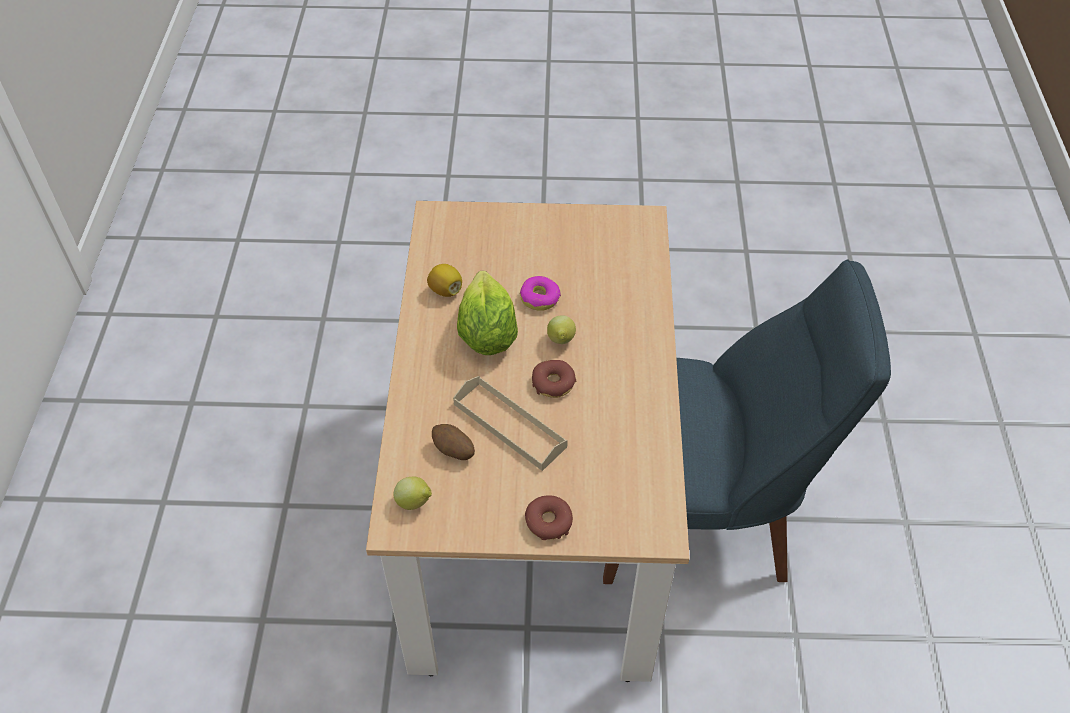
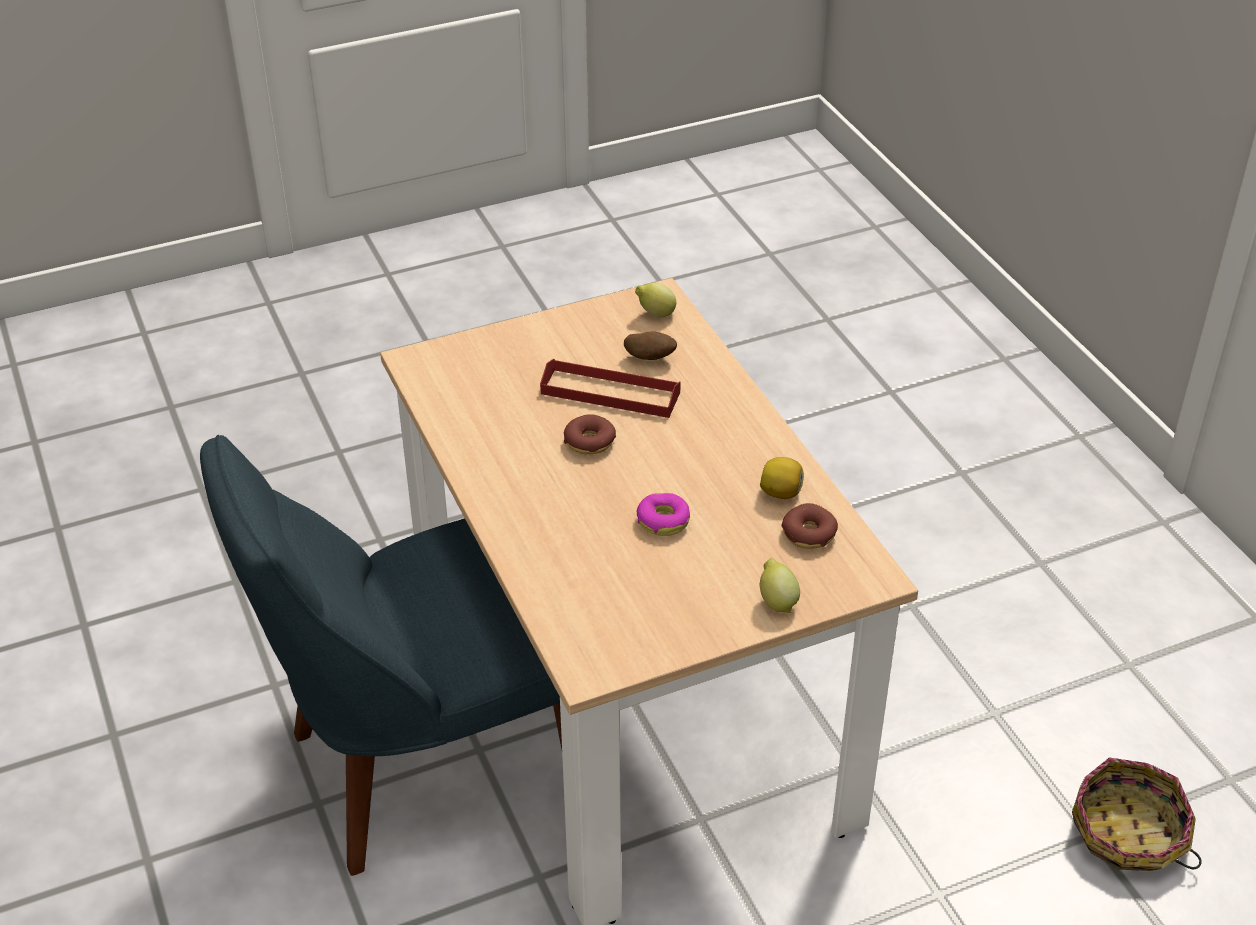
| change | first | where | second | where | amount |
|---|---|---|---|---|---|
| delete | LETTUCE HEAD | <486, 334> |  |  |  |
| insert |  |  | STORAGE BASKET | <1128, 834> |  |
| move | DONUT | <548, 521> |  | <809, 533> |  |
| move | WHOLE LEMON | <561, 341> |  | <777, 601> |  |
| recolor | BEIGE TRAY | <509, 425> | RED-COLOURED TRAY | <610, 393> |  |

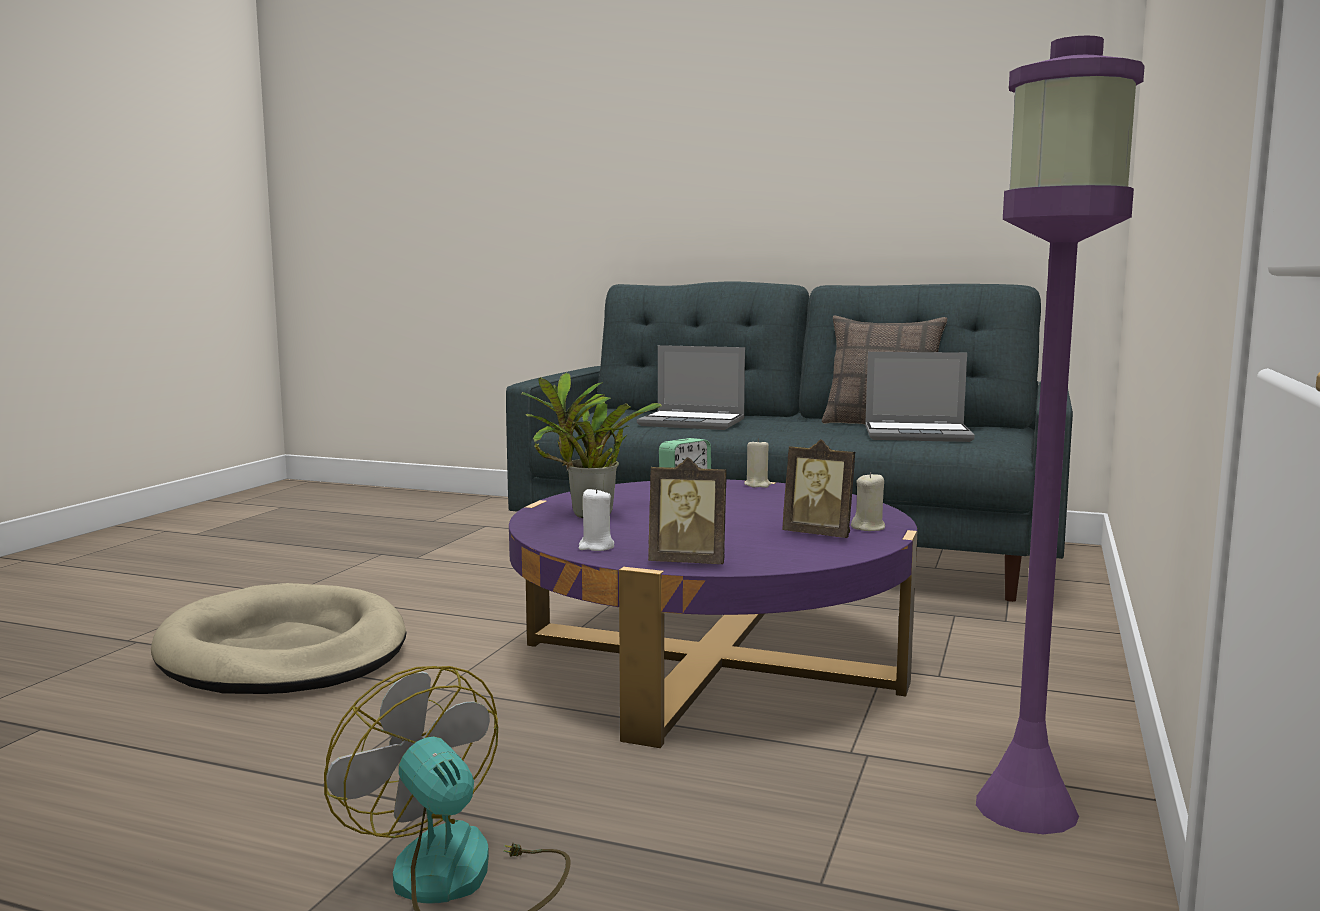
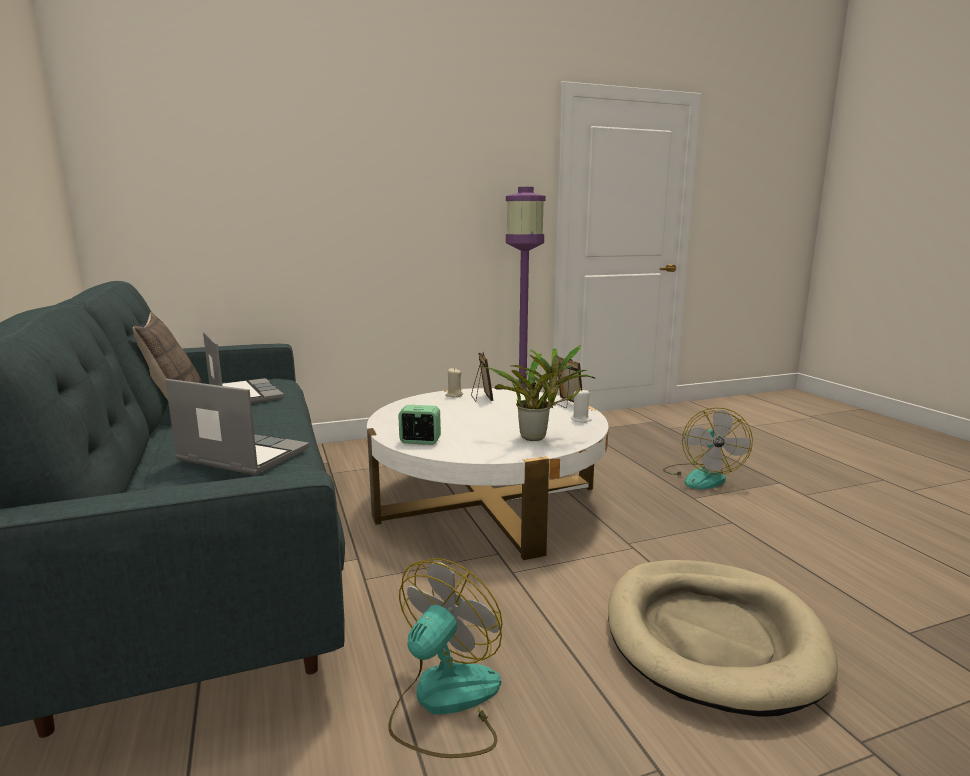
| change | first | where | second | where | amount |
|---|---|---|---|---|---|
| delete | BEIGE CANDLE | <757, 485> |  |  |  |
| insert |  |  | COOLING FAN | <445, 702> |  |
| recolor | PURPLE LOUNGE TABLE | <709, 663> | WHITISH LOUNGE TABLE | <487, 501> |  |
| rotate | LAPTOP | <693, 423> |  | <241, 455> | 45 degrees counterclockwise |

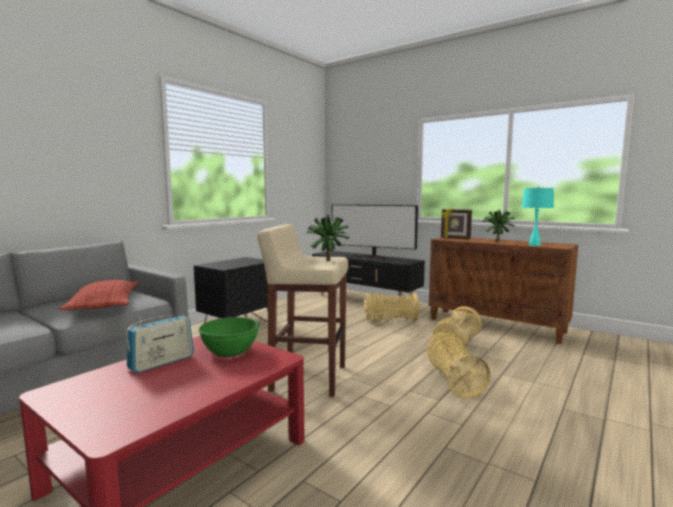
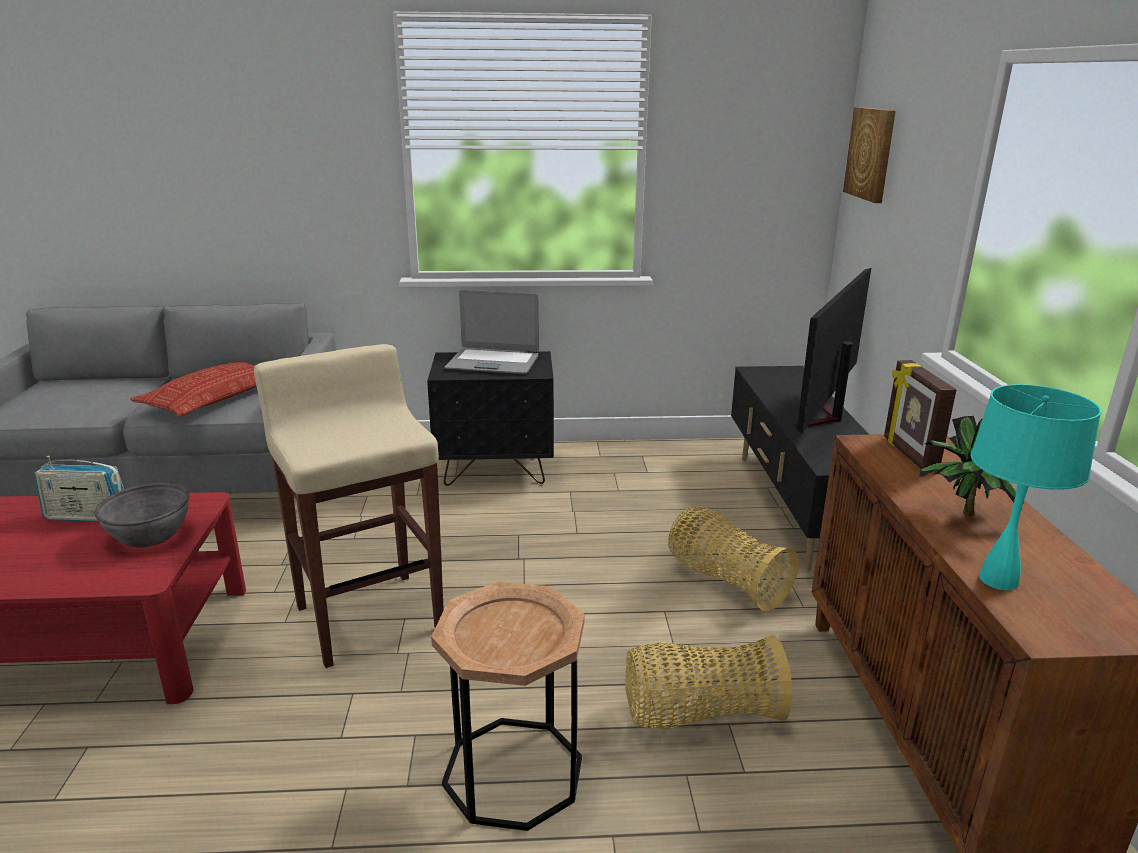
| change | first | where | second | where | amount |
|---|---|---|---|---|---|
| delete | POTTED PLANT | <328, 261> |  |  |  |
| insert |  |  | LAPTOP | <493, 362> |  |
| insert |  |  | WALL PICTURE | <871, 153> |  |
| replace | STORAGE BASKET | <453, 379> | BROWN SIDE TABLE | <513, 772> |  |
| recolor | GREEN SERVING BOWL | <230, 351> | GREY SERVING BOWL | <150, 536> |  |
| rotate | TV SET | <373, 257> |  | <823, 418> | 45 degrees clockwise |

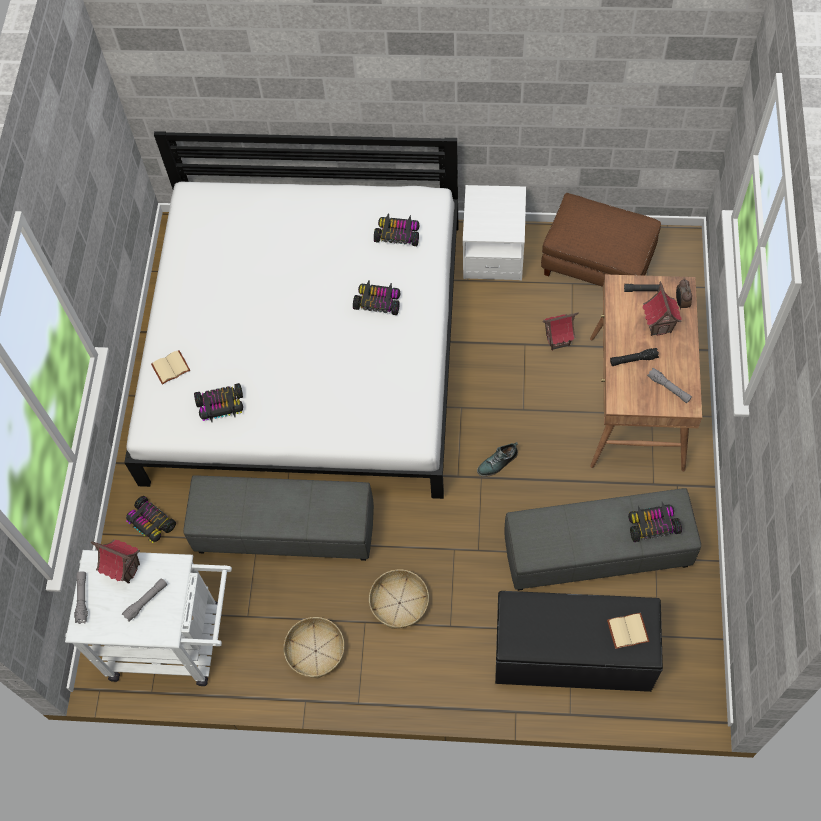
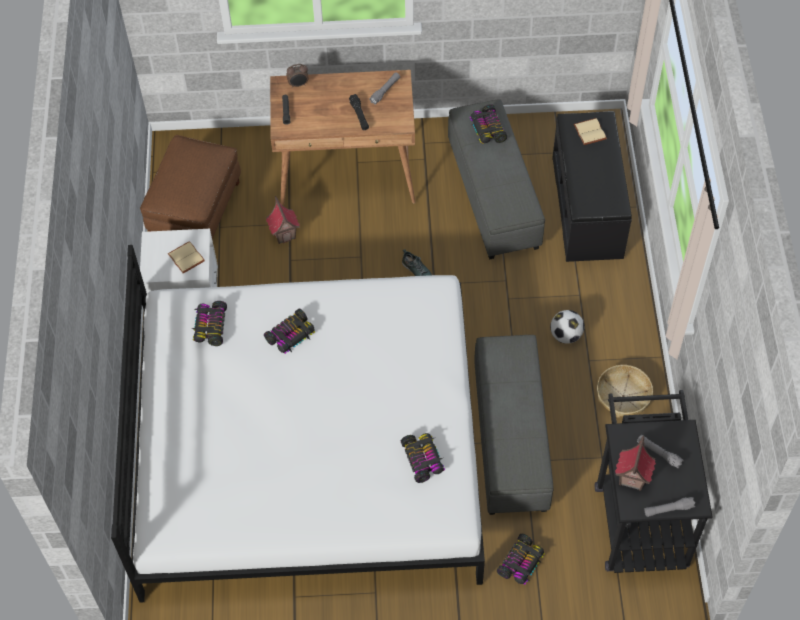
| change | first | where | second | where | amount |
|---|---|---|---|---|---|
| delete | MODEL HOUSE | <659, 325> |  |  |  |
| move | BEIGE BOUND BOOK | <170, 368> |  | <187, 258> |  |
| replace | STORAGE BASKET | <399, 603> | FOOTBALL | <565, 335> |  |
| recolor | WHITISH WHEELED CART | <176, 642> | BLACK-COLOURED WHEELED CART | <639, 515> |  |
| rotate | MINIATURE CAR | <378, 301> |  | <291, 336> | 135 degrees counterclockwise |

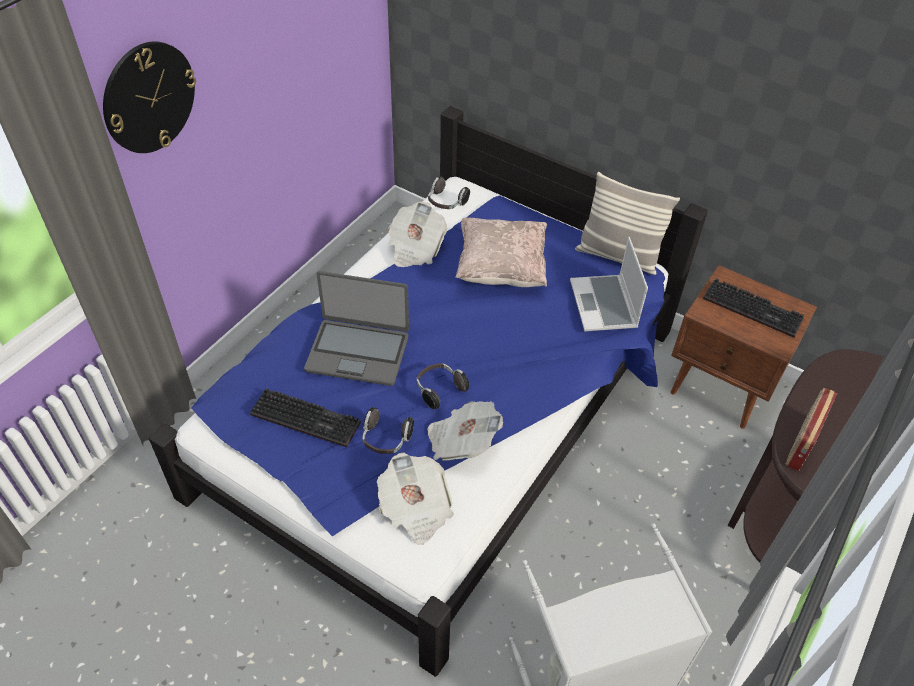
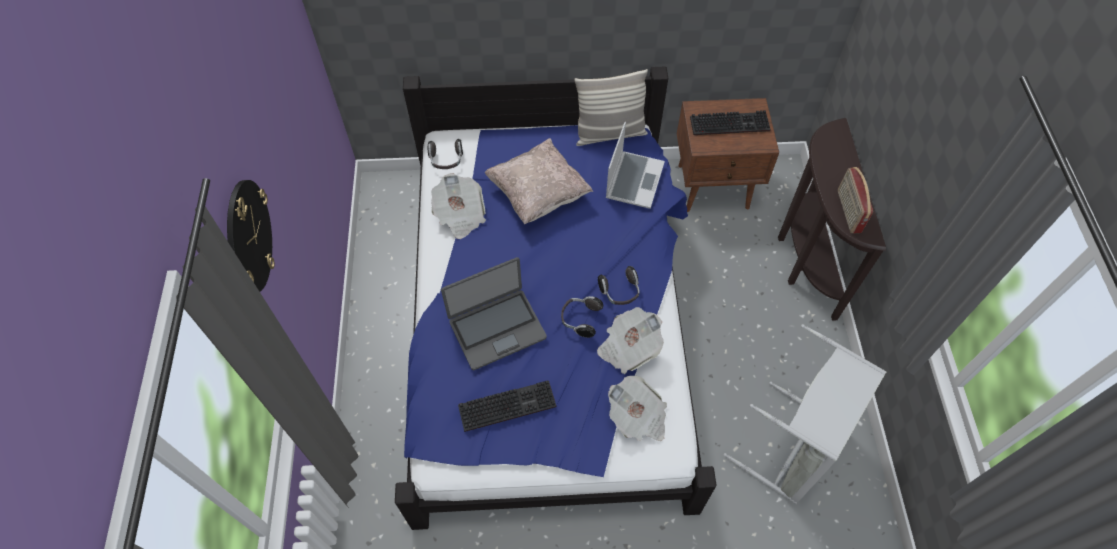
| change | first | where | second | where | amount |
|---|---|---|---|---|---|
| move | HEADPHONES | <386, 440> |  | <620, 292> |  |
| rotate | LAPTOP | <604, 305> |  | <634, 180> | 120 degrees counterclockwise |

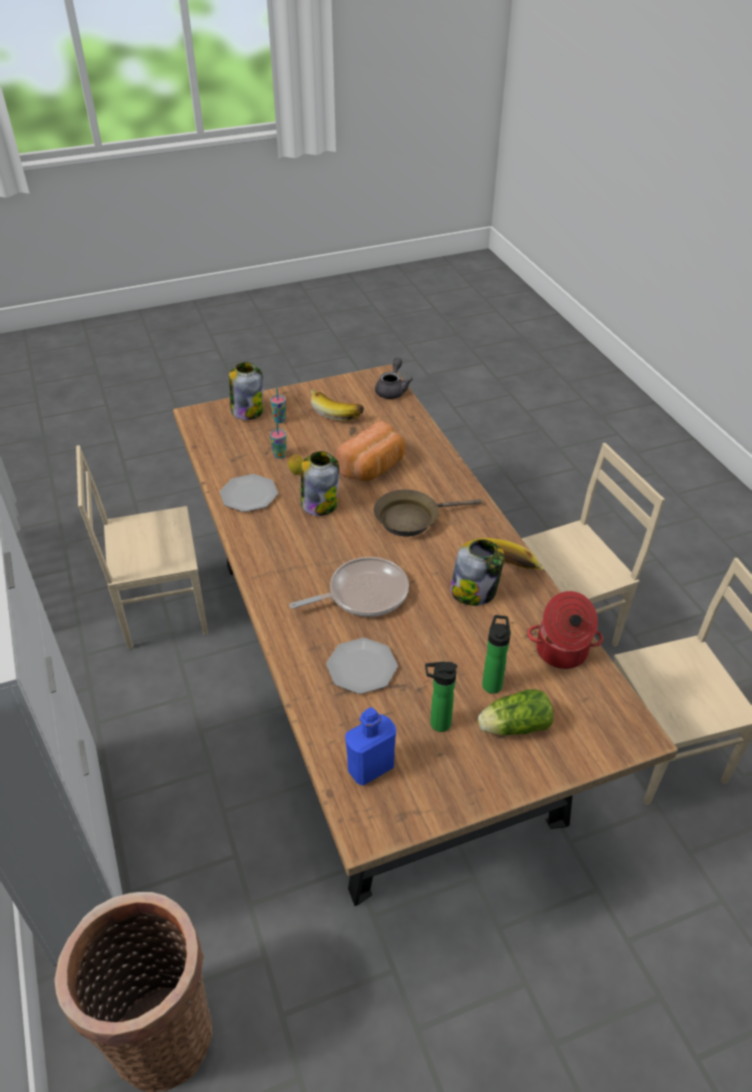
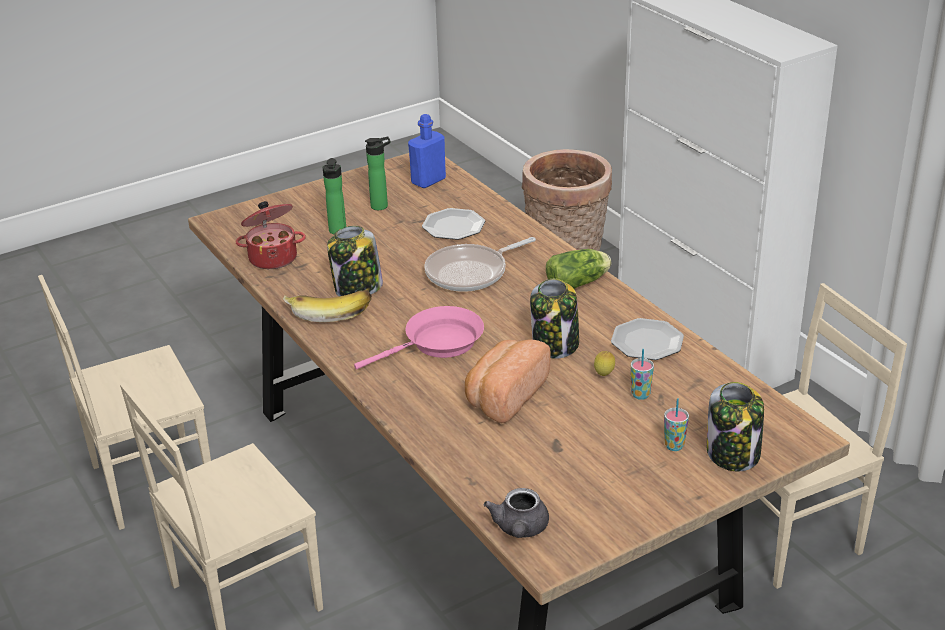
| change | first | where | second | where | amount |
|---|---|---|---|---|---|
| delete | BANANA | <337, 411> |  |  |  |
| move | LETTUCE HEAD | <512, 726> |  | <579, 283> |  |
| recolor | BROWN FRYING PAN | <411, 518> | PINK-COLOURED FRYING PAN | <438, 344> |  |

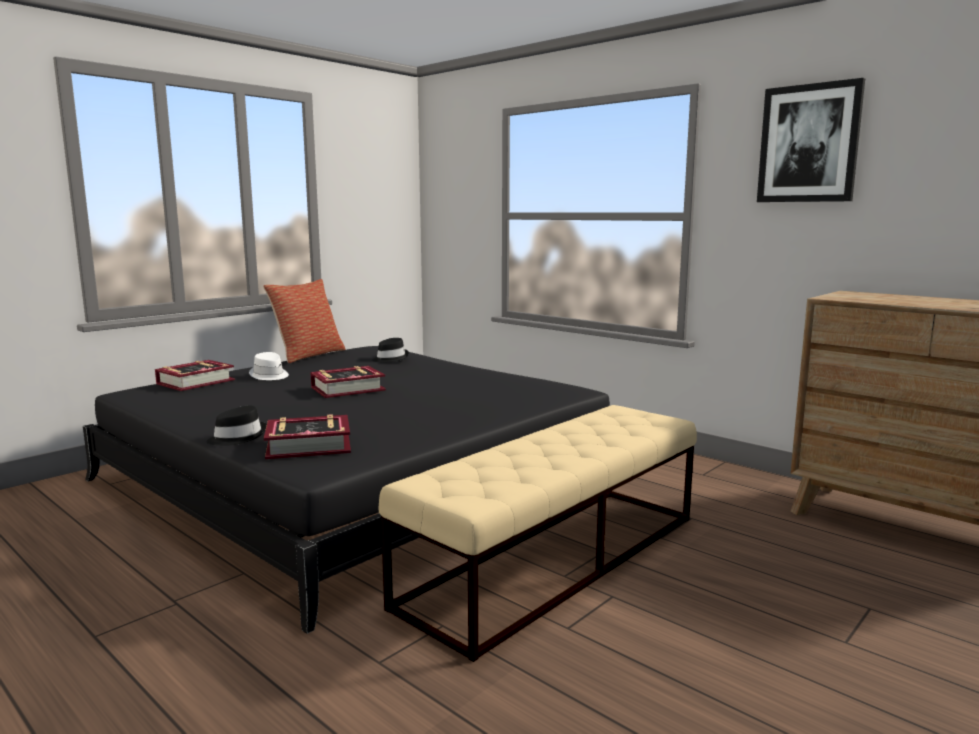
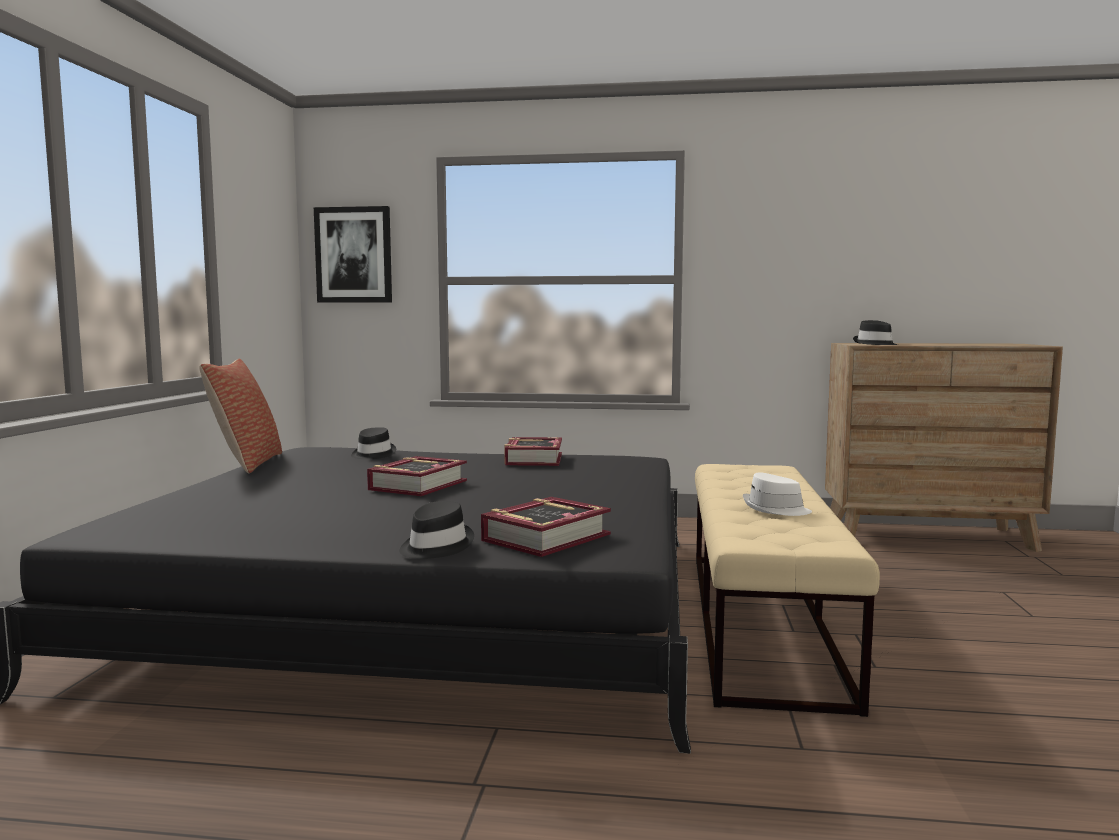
| change | first | where | second | where | amount |
|---|---|---|---|---|---|
| insert |  |  | BLACK-COLOURED CLOTHING HAT | <875, 344> |  |
| move | BOUND BOOK | <195, 382> |  | <533, 459> |  |
| move | WHITISH CLOTHING HAT | <269, 375> |  | <775, 509> |  |
| move | WALL PICTURE | <809, 144> |  | <354, 255> |  |

